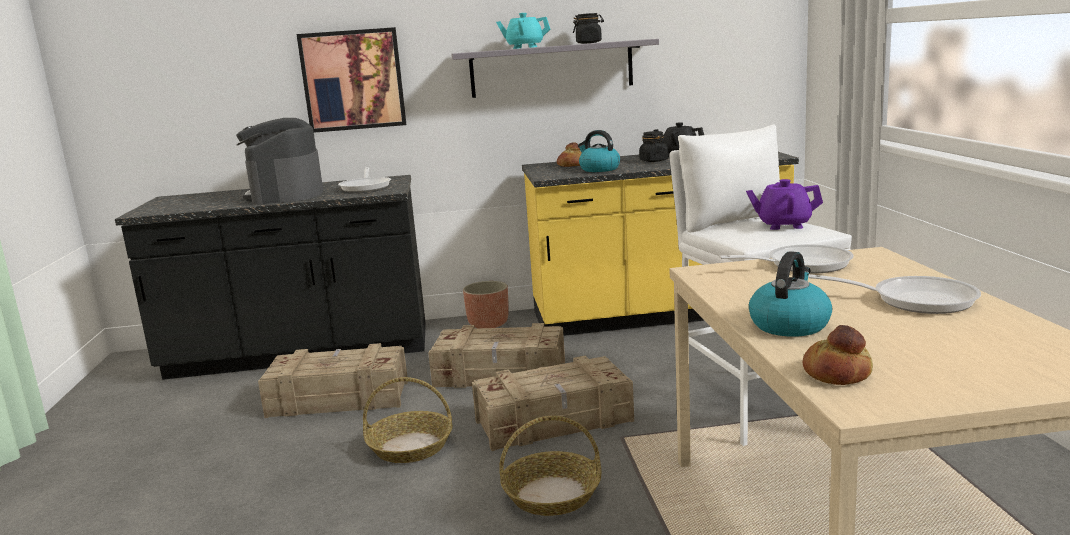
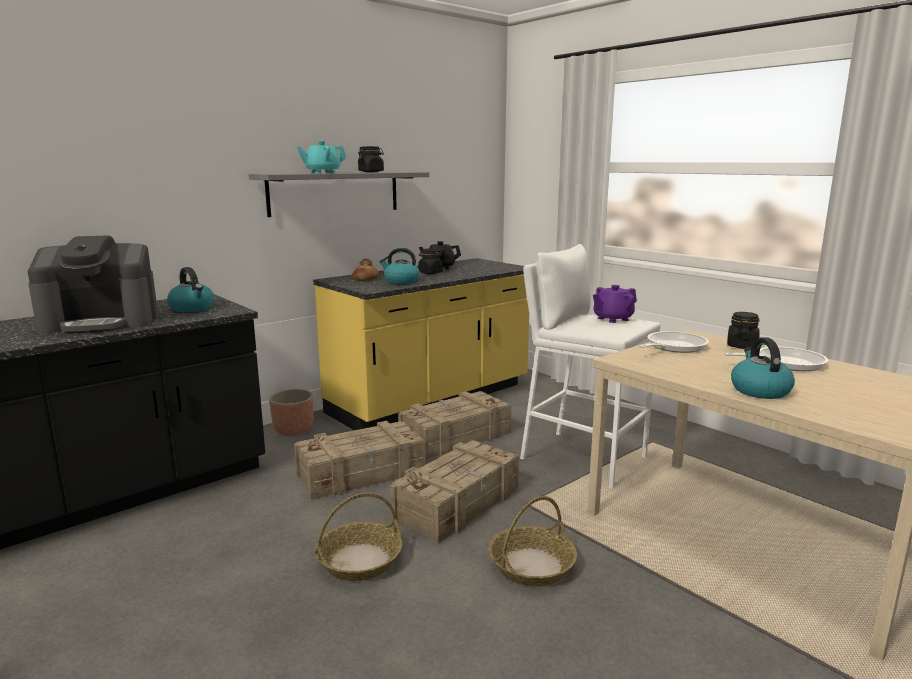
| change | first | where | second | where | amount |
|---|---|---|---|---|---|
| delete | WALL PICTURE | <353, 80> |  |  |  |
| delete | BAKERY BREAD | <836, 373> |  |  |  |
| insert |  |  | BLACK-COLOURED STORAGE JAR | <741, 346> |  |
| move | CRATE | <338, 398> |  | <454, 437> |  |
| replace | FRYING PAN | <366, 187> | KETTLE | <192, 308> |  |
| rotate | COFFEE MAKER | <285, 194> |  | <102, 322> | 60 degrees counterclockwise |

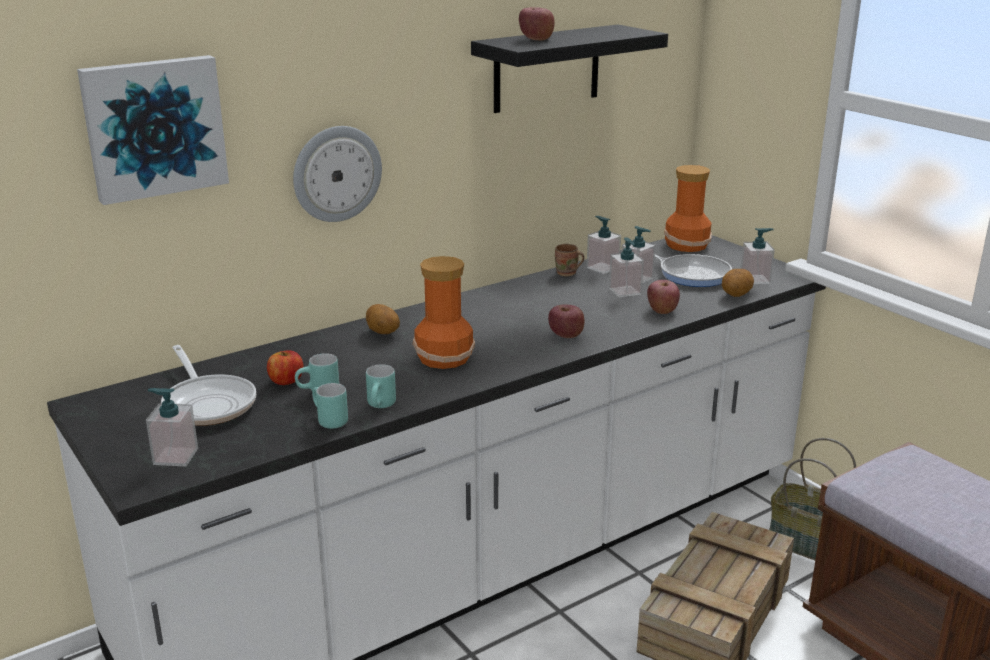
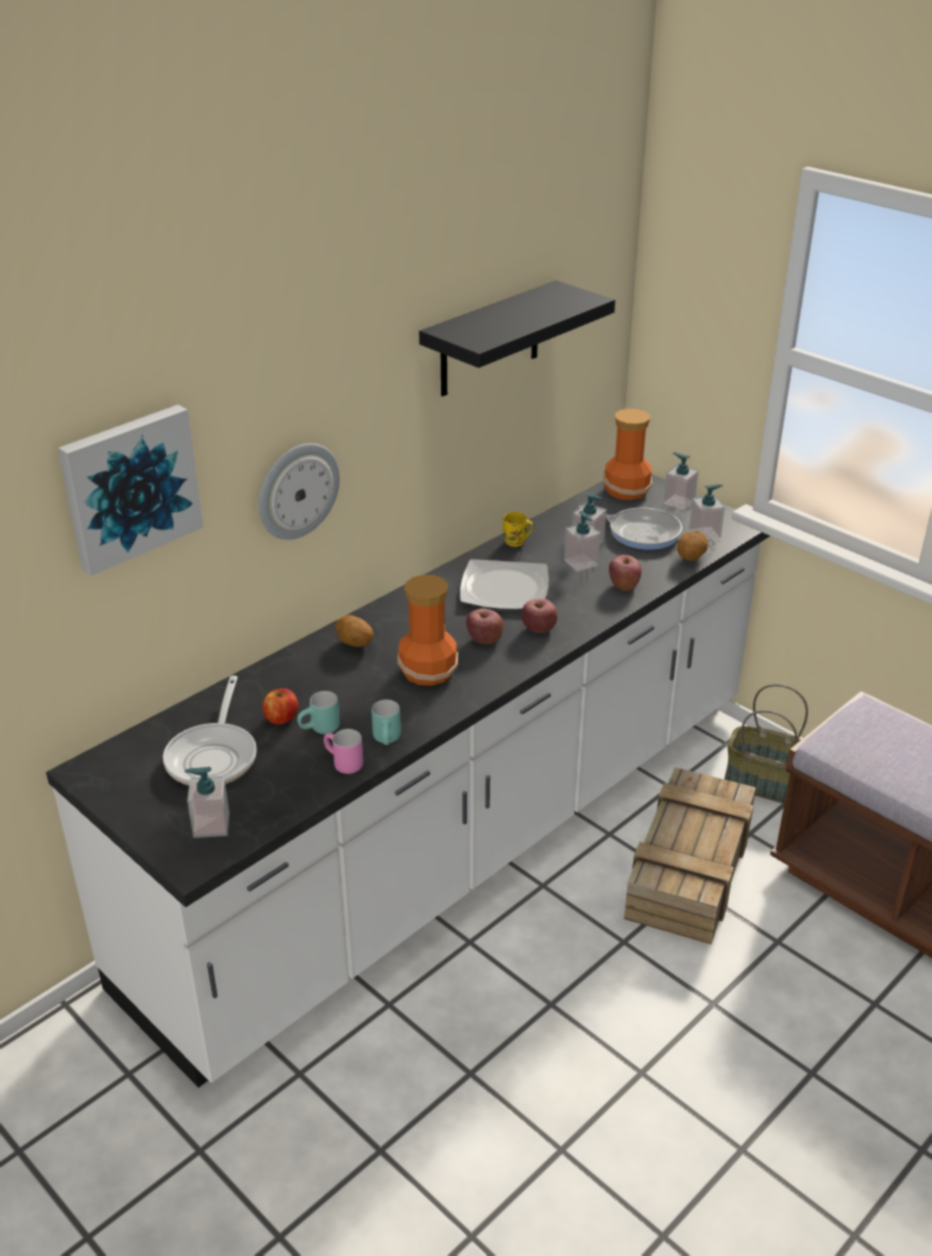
| change | first | where | second | where | amount |
|---|---|---|---|---|---|
| insert |  |  | PLATE | <503, 588> |  |
| move | APPLE | <536, 39> |  | <484, 640> |  |
| move | SOAP DISPENSER | <602, 268> |  | <679, 502> |  |
| recolor | TURQUOISE-COLOURED COFFEE MUG | <327, 421> | PINK-COLOURED COFFEE MUG | <342, 764> |  |
| recolor | BROWN COFFEE MUG | <567, 274> | YELLOW-COLOURED COFFEE MUG | <516, 543> |  |
| rotate | FRYING PAN | <208, 403> |  | <214, 756> | 45 degrees clockwise |

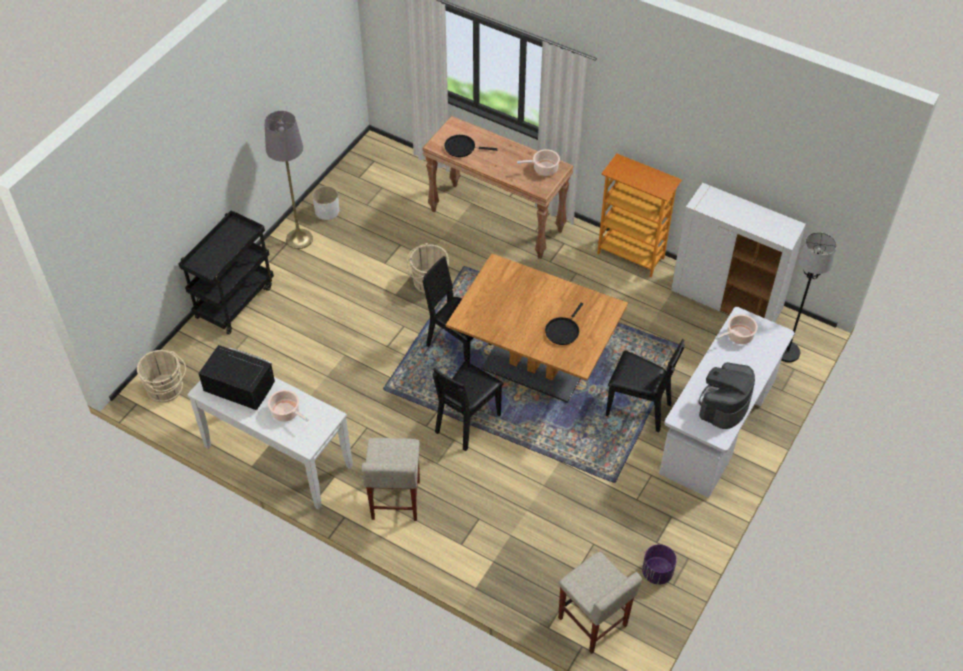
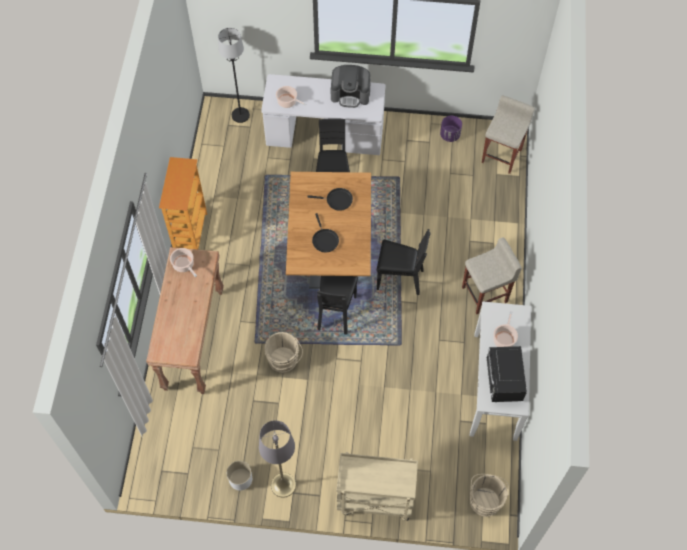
| change | first | where | second | where | amount |
|---|---|---|---|---|---|
| delete | WHITISH STORAGE CABINET | <727, 300> |  |  |  |
| move | BLACK-COLOURED FRYING PAN | <462, 148> |  | <324, 240> |  |
| recolor | BLACK-COLOURED WHEELED CART | <234, 301> | BEIGE WHEELED CART | <374, 499> |  |

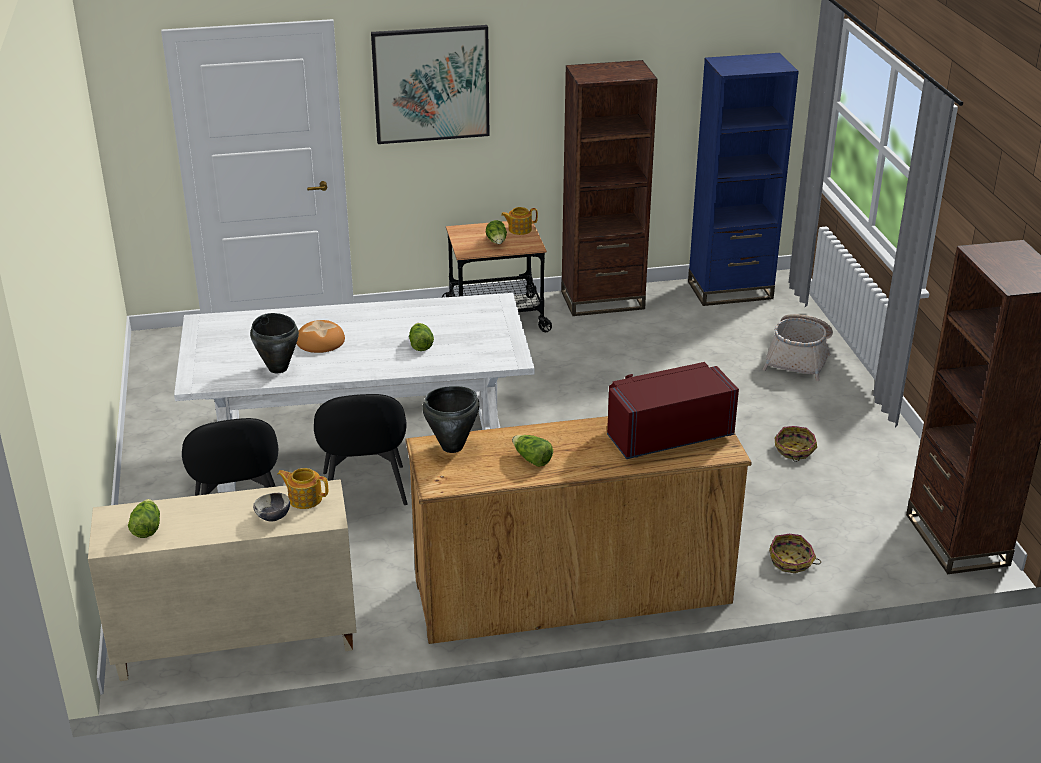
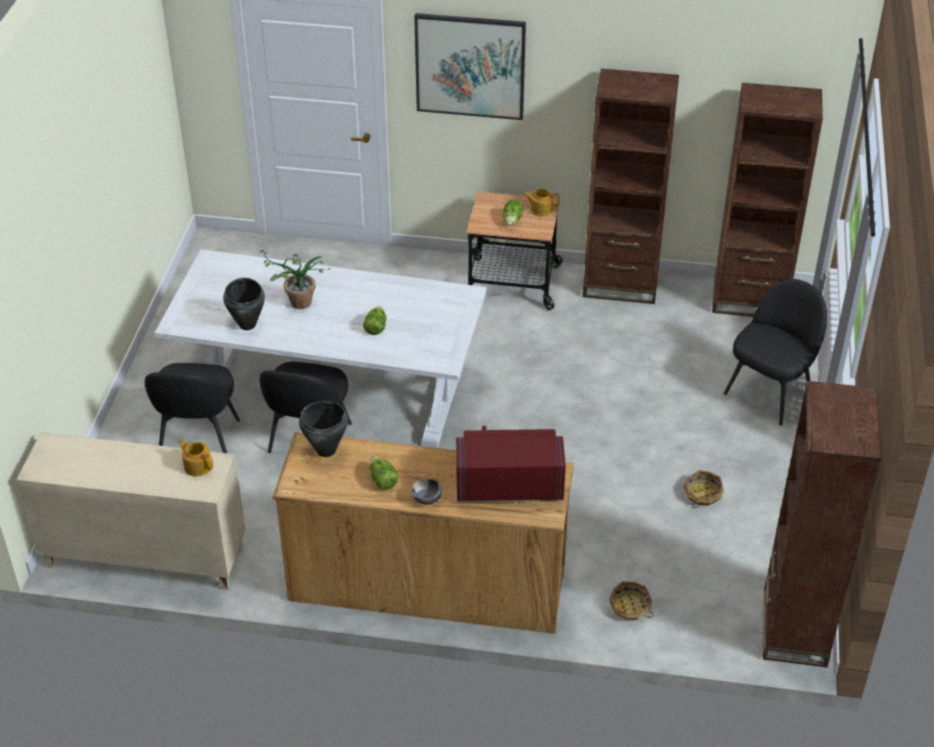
| change | first | where | second | where | amount |
|---|---|---|---|---|---|
| delete | LETTUCE HEAD | <146, 528> |  |  |  |
| move | SERVING BOWL | <273, 517> |  | <427, 500> |  |
| replace | BAKERY BREAD | <320, 341> | POTTED PLANT | <295, 303> |  |
| replace | STORAGE BASKET | <799, 357> | BLACK-COLOURED CHAIR | <769, 393> |  |
| recolor | BLUE BOOKCASE | <730, 290> | BROWN BOOKCASE | <749, 300> |  |

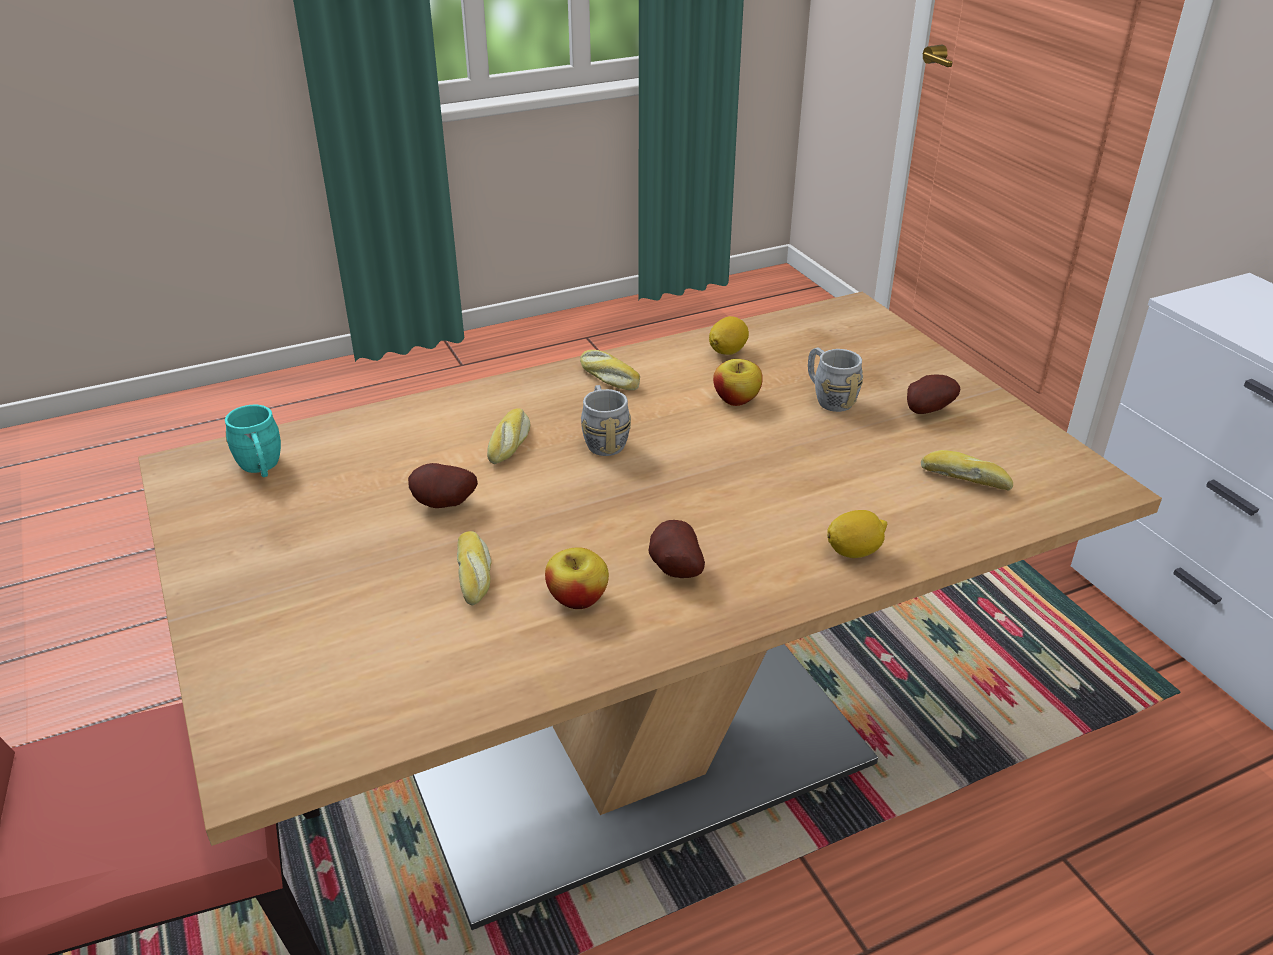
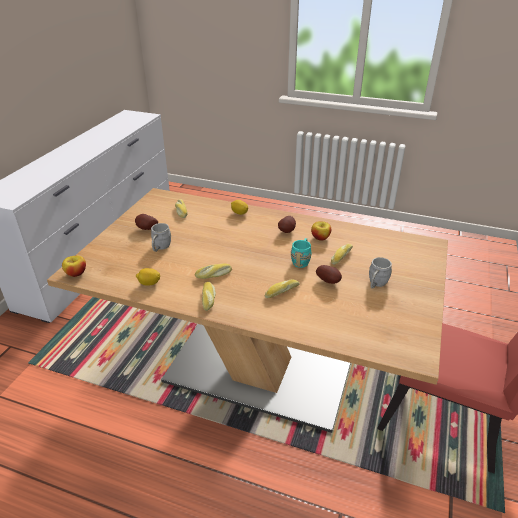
| change | first | where | second | where | amount |
|---|---|---|---|---|---|
| insert |  |  | BAKERY BREAD | <214, 275> |  |
| move | TURQUOISE-COLOURED COFFEE MUG | <261, 468> |  | <301, 260> |  |
| move | GREY COFFEE MUG | <604, 439> |  | <376, 284> |  |
| move | APPLE | <736, 399> |  | <76, 273> |  |

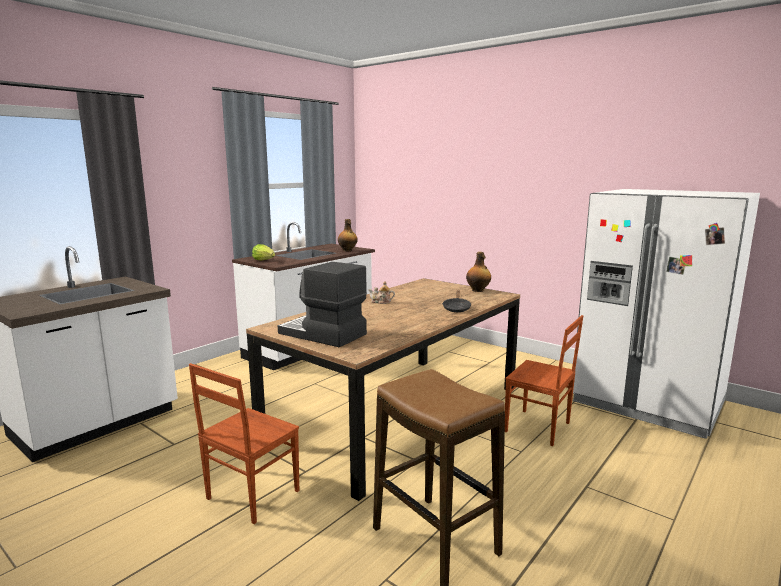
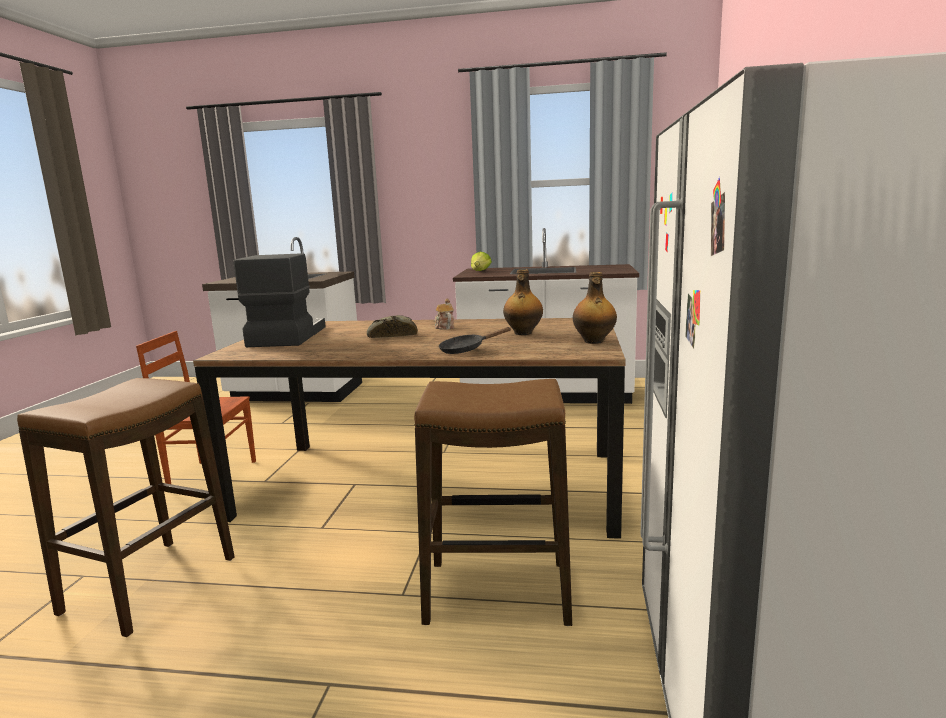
| change | first | where | second | where | amount |
|---|---|---|---|---|---|
| insert |  |  | BAKERY BREAD | <391, 335> |  |
| move | BEVERAGE BOTTLE | <347, 250> |  | <523, 333> |  |
| replace | BROWN CHAIR | <538, 428> | STOOL | <497, 593> |  |

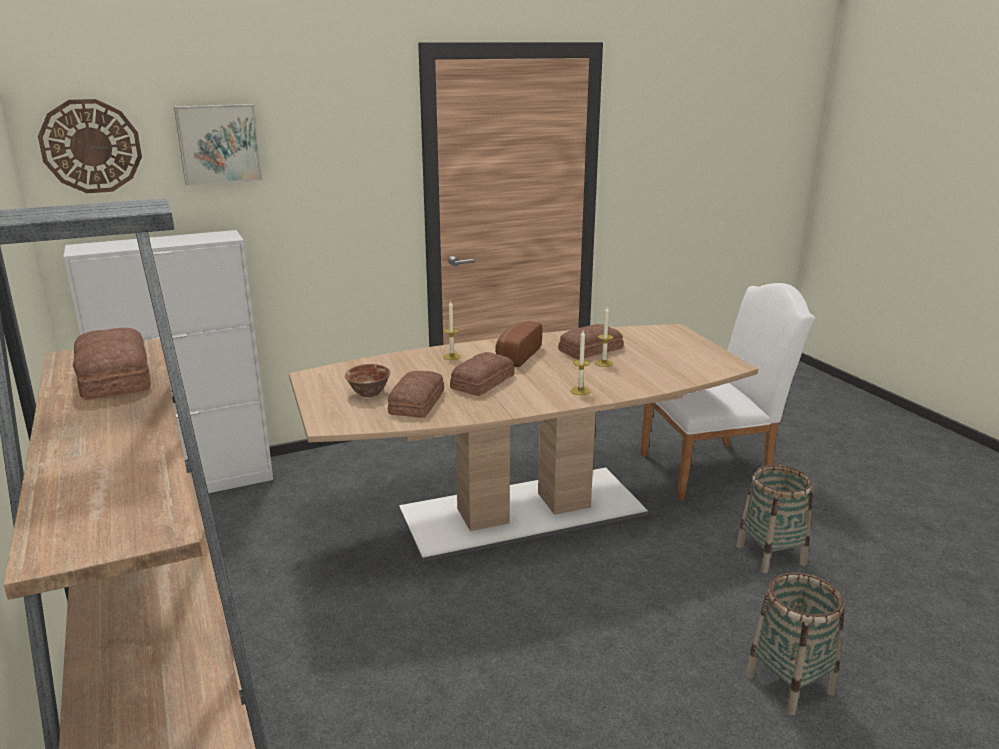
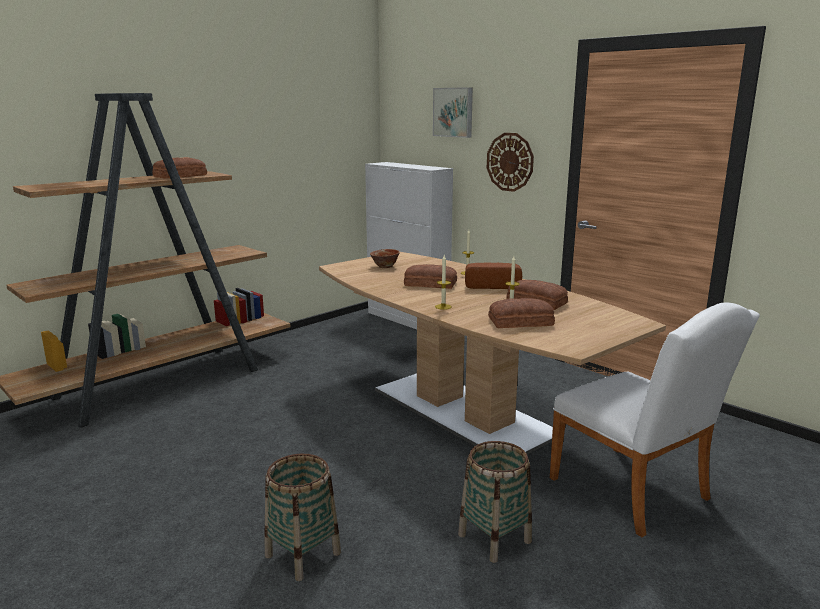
| change | first | where | second | where | amount |
|---|---|---|---|---|---|
| move | HANGING CLOCK | <91, 146> |  | <510, 162> |  |
| move | BAKERY BREAD | <418, 402> |  | <521, 322> |  |

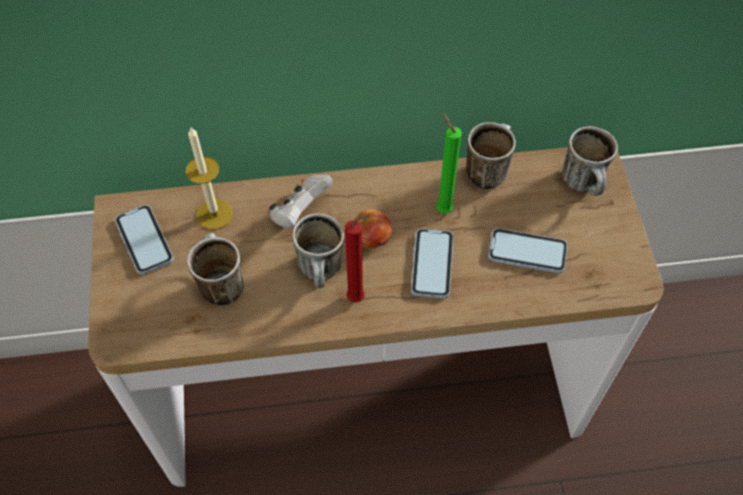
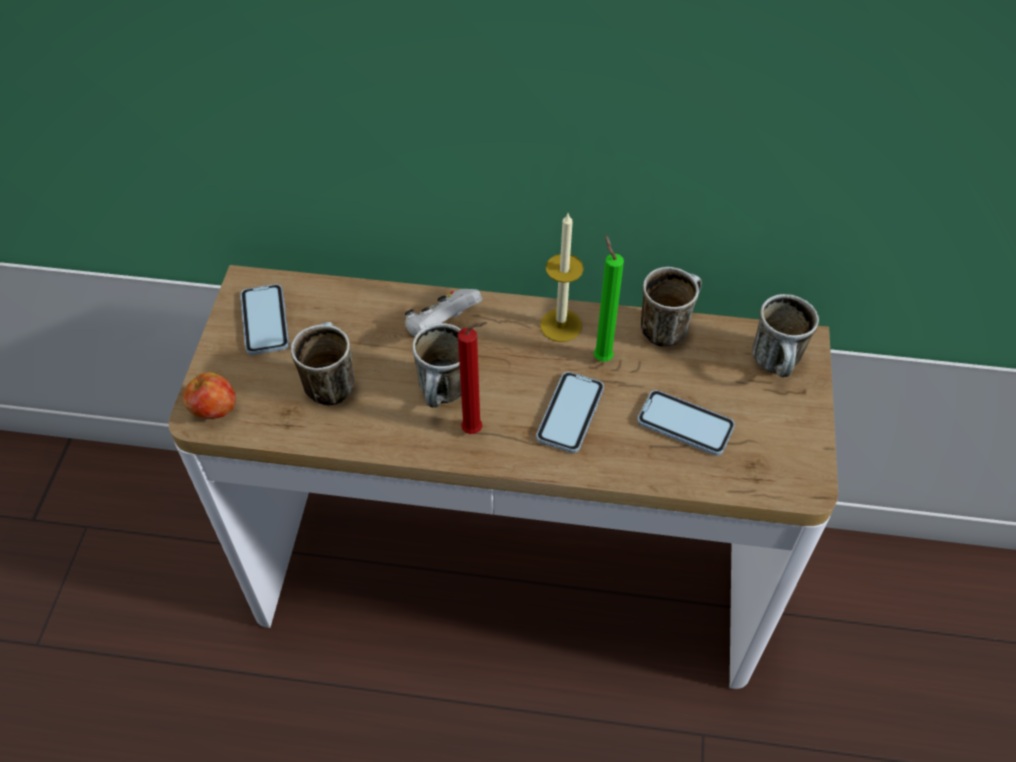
| change | first | where | second | where | amount |
|---|---|---|---|---|---|
| move | CANDLE | <214, 214> |  | <560, 325> |  |
| move | APPLE | <371, 240> |  | <214, 410> |  |

